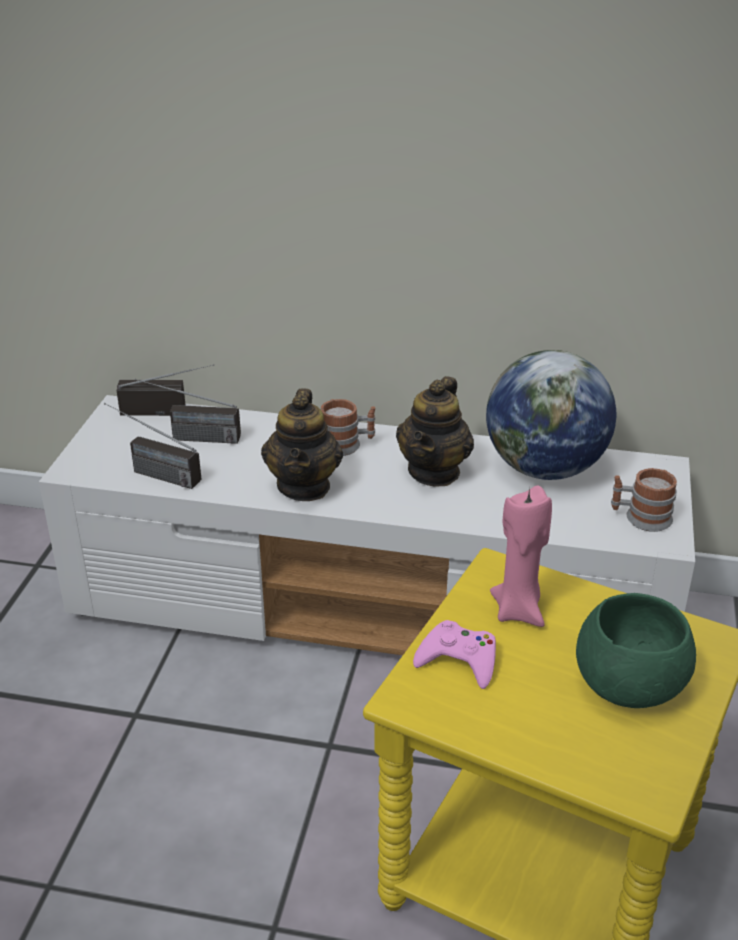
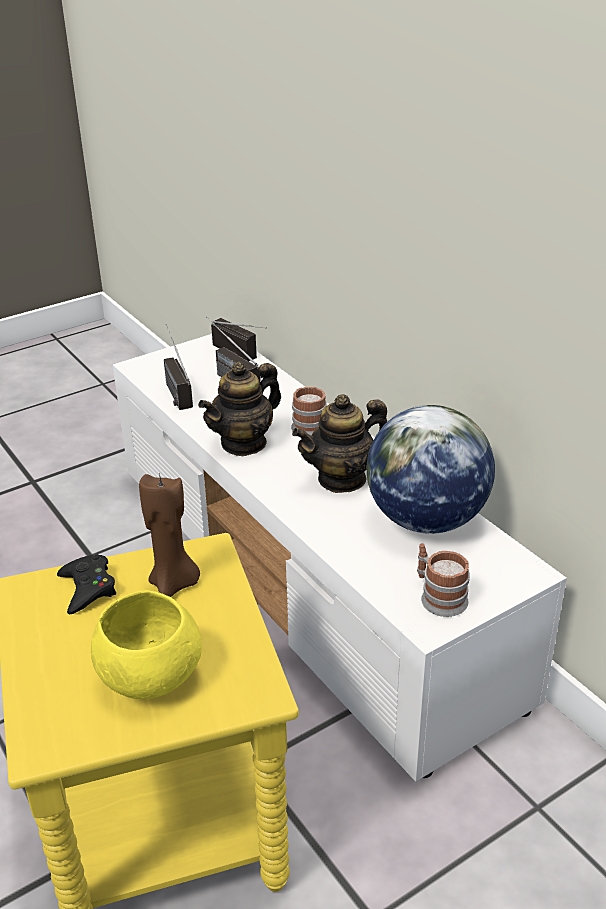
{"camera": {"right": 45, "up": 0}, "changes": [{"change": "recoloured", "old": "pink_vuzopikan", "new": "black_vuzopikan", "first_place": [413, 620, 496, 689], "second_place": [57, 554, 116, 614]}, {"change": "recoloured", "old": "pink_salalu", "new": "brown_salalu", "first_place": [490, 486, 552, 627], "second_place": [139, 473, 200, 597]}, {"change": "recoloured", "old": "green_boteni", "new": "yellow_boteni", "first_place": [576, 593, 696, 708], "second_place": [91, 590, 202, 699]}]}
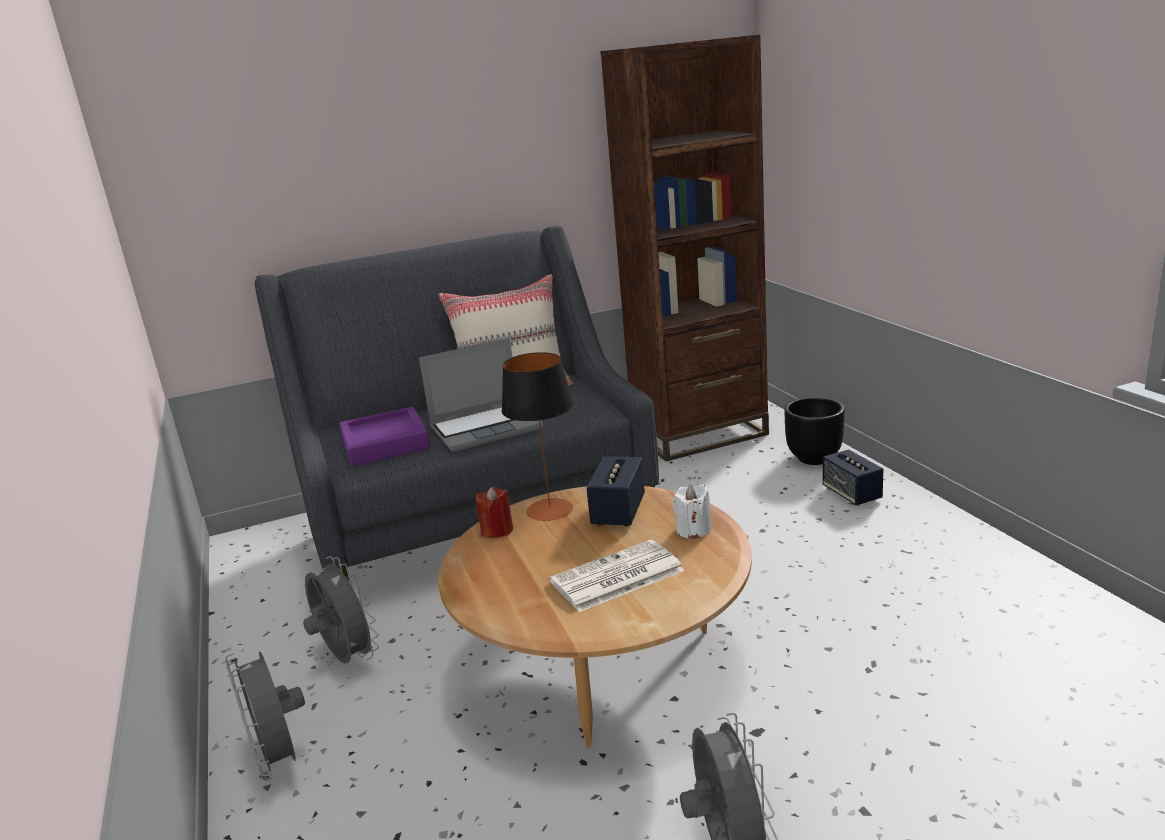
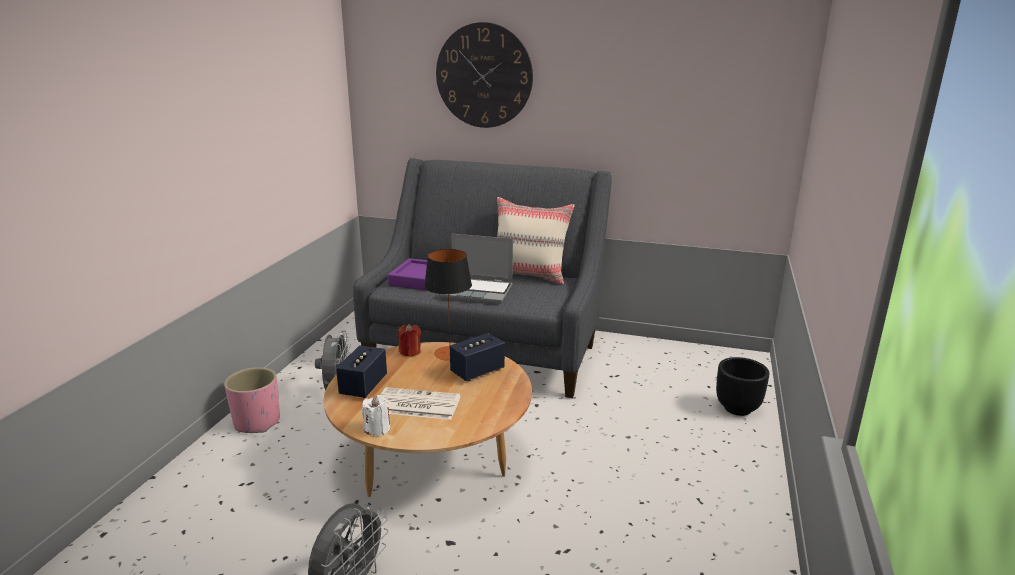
{"camera": {"right": 35, "up": 0}, "changes": [{"change": "replaced", "old": "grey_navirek", "new": "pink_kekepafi", "first_place": [225, 652, 305, 781], "second_place": [224, 367, 280, 433]}, {"change": "removed", "old": "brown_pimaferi", "first_place": [600, 35, 769, 462]}, {"change": "moved", "old": "white_salalu", "first_place": [673, 484, 712, 539], "second_place": [362, 395, 390, 436]}, {"change": "moved", "old": "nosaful", "first_place": [823, 449, 883, 506], "second_place": [336, 345, 387, 398]}, {"change": "added", "new": "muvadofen", "second_place": [436, 22, 533, 128]}]}
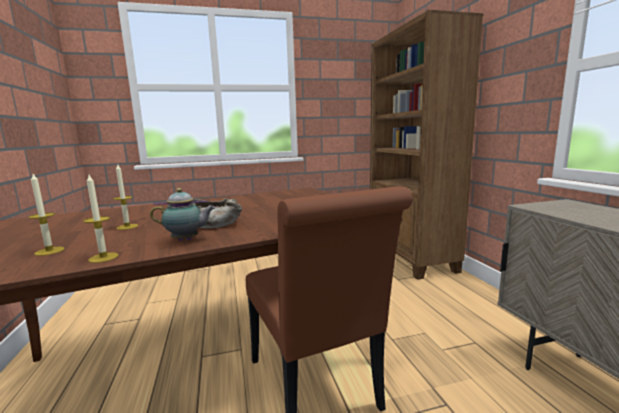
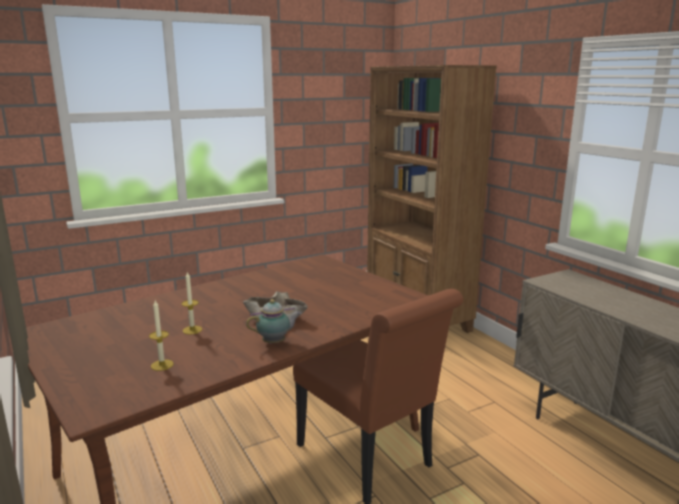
{"camera": {"right": -15, "up": 5}, "changes": [{"change": "removed", "old": "salalu", "first_place": [83, 173, 119, 263]}]}
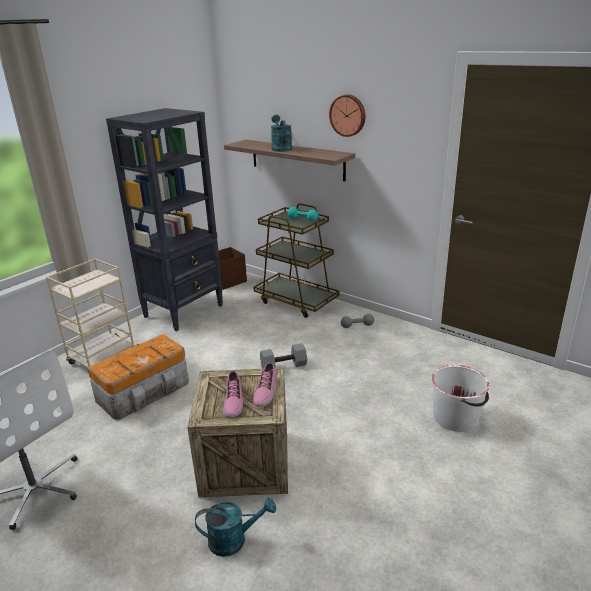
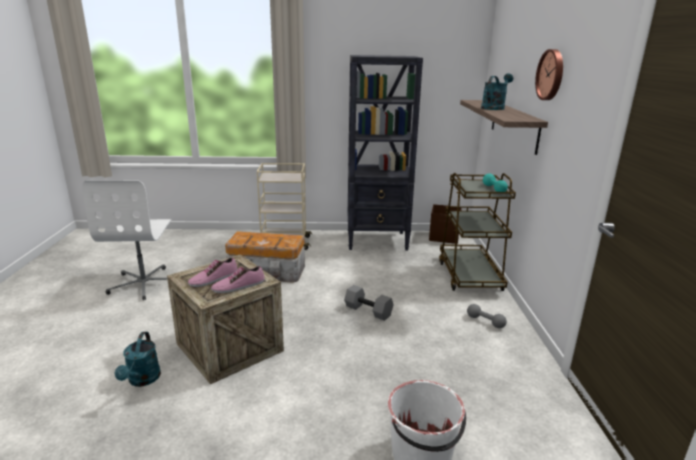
{"camera": {"right": 50, "up": -5}, "changes": [{"change": "turned", "old": "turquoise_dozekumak", "first_place": [195, 498, 276, 557], "second_place": [115, 332, 161, 387], "degrees": 45}]}
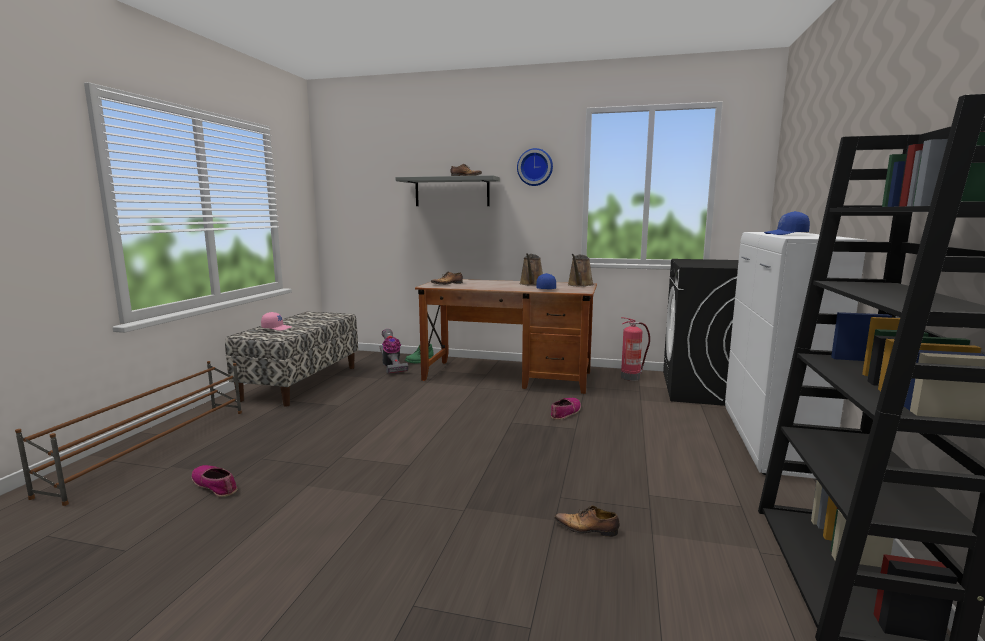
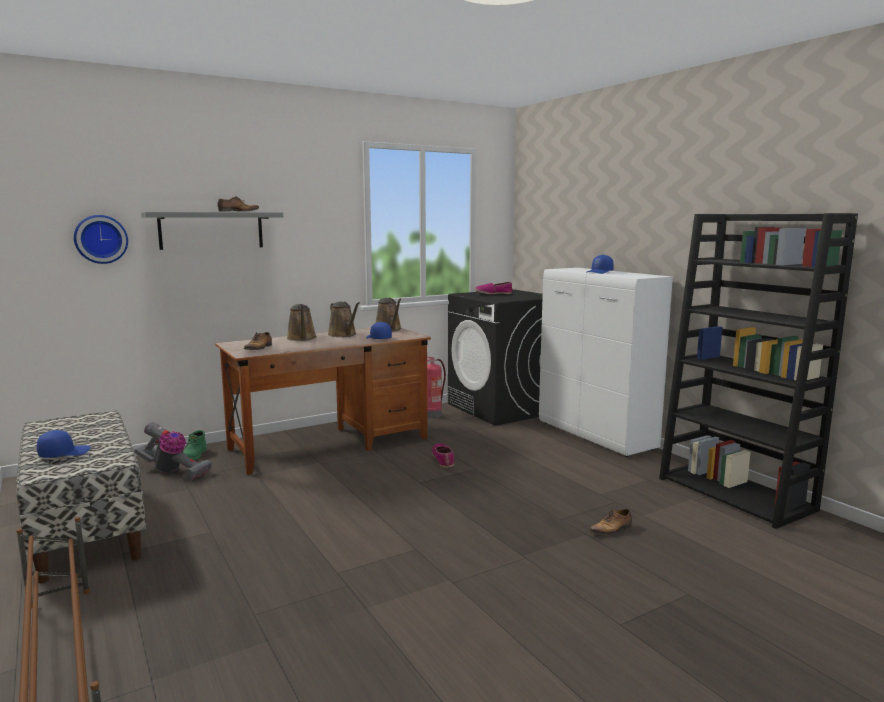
{"camera": {"right": -45, "up": 0}, "changes": [{"change": "moved", "old": "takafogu", "first_place": [191, 465, 237, 497], "second_place": [474, 282, 512, 294]}, {"change": "recoloured", "old": "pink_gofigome", "new": "blue_gofigome", "first_place": [261, 312, 292, 331], "second_place": [37, 430, 91, 458]}, {"change": "moved", "old": "muvadofen", "first_place": [517, 148, 553, 186], "second_place": [74, 215, 128, 264]}, {"change": "added", "new": "brown_dozekumak", "second_place": [287, 304, 317, 341]}]}
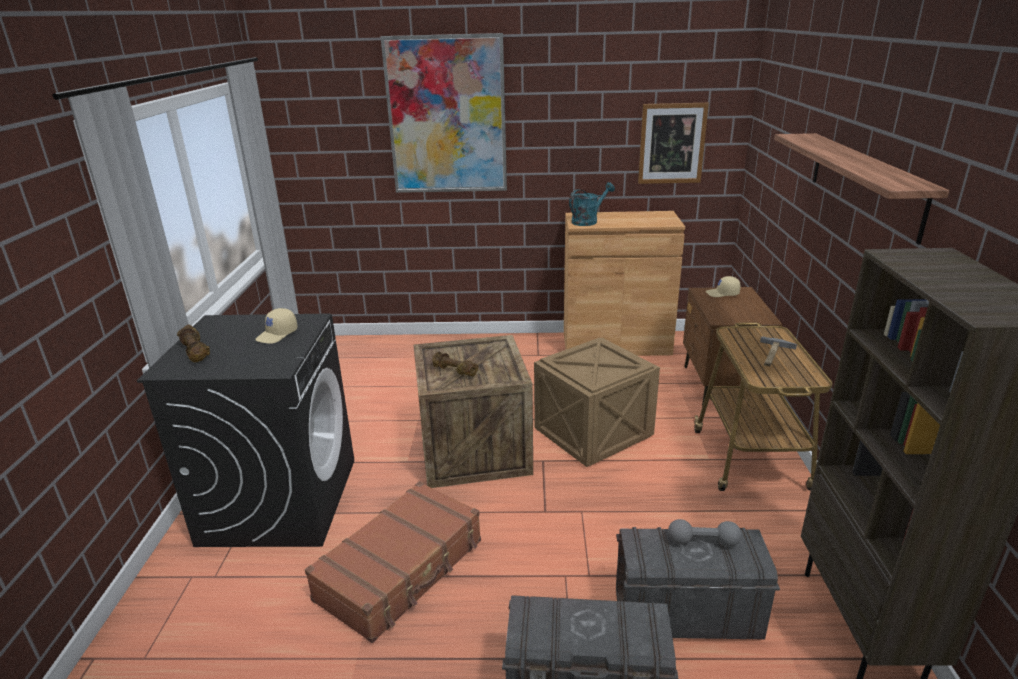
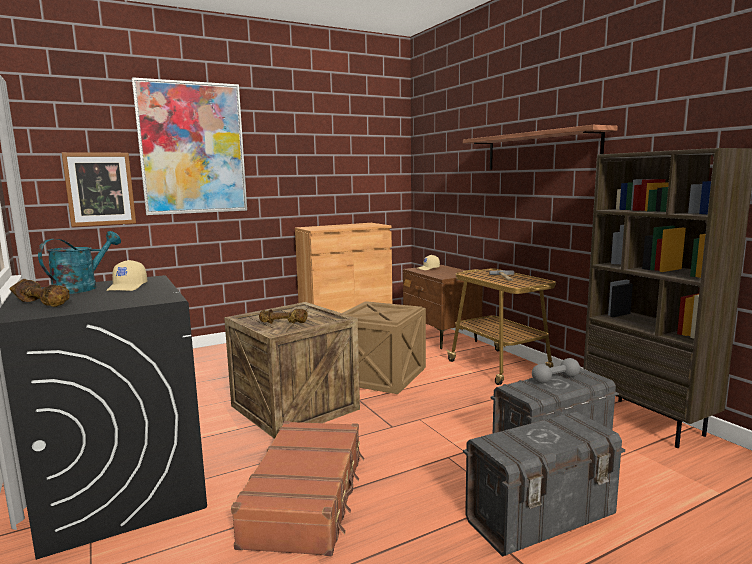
{"camera": {"right": -30, "up": -15}, "changes": [{"change": "moved", "old": "turquoise_dozekumak", "first_place": [569, 182, 615, 226], "second_place": [38, 231, 121, 294]}, {"change": "moved", "old": "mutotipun", "first_place": [638, 103, 709, 184], "second_place": [62, 152, 136, 227]}]}
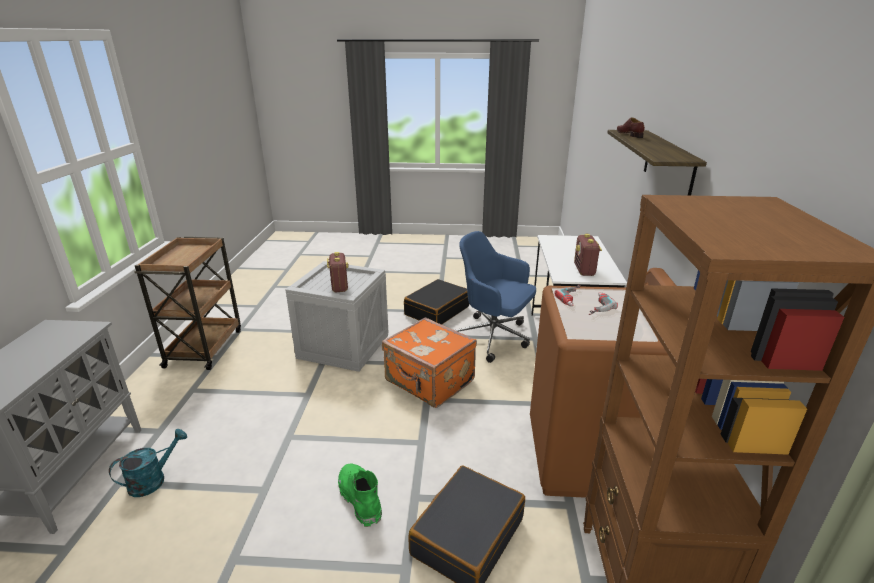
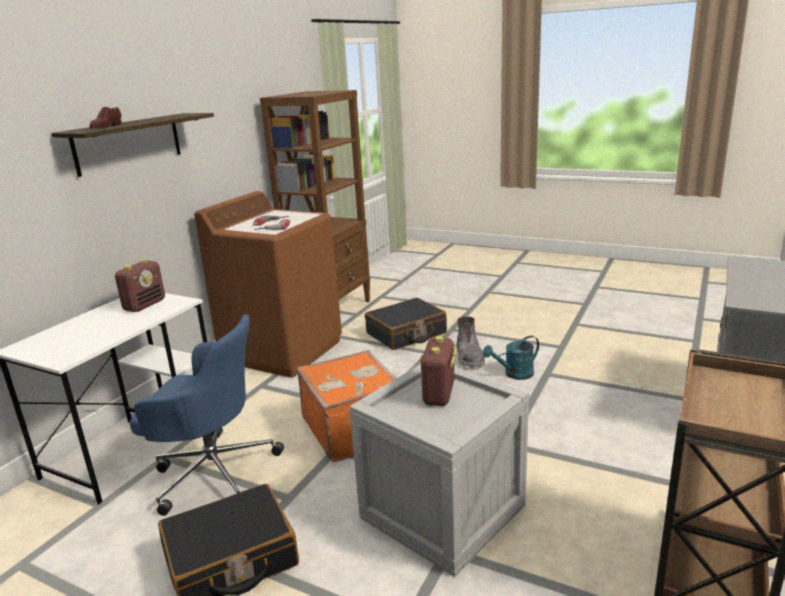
{"camera": {"right": -155, "up": -5}, "changes": [{"change": "moved", "old": "turquoise_dozekumak", "first_place": [109, 429, 187, 497], "second_place": [483, 336, 539, 380]}, {"change": "recoloured", "old": "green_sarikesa", "new": "grey_sarikesa", "first_place": [338, 464, 382, 527], "second_place": [457, 316, 485, 369]}, {"change": "turned", "old": "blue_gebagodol", "first_place": [455, 231, 536, 363], "second_place": [130, 314, 284, 516], "degrees": -45}]}
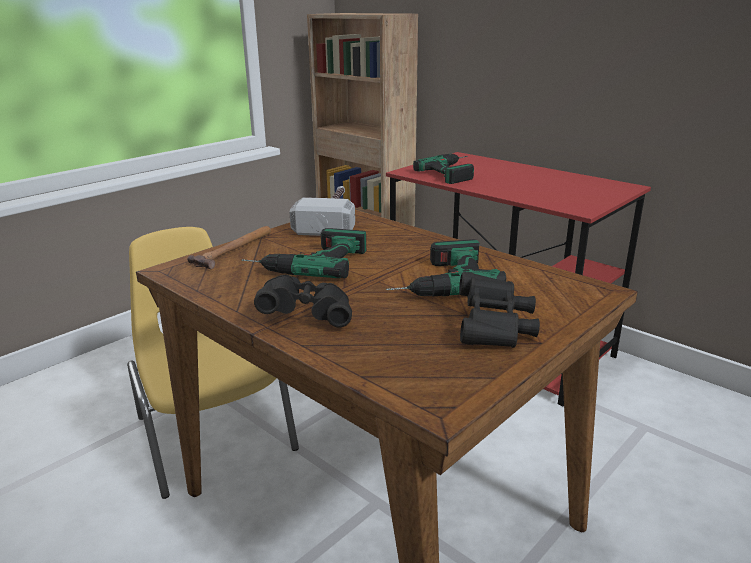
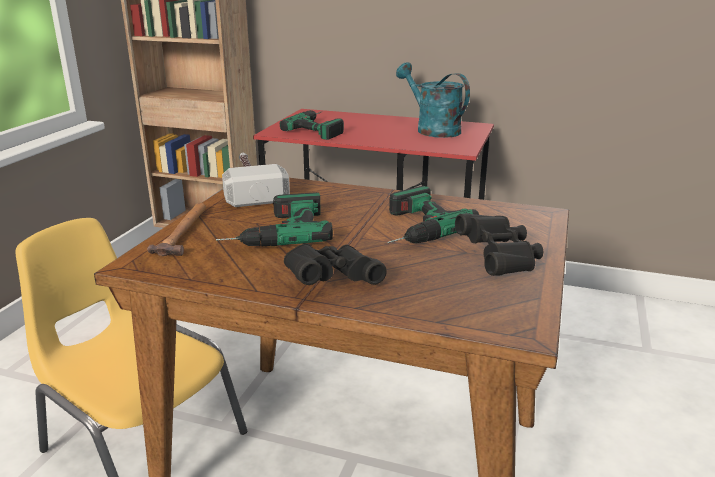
{"camera": {"right": -25, "up": 0}, "changes": [{"change": "added", "new": "turquoise_dozekumak", "second_place": [396, 62, 470, 138]}]}
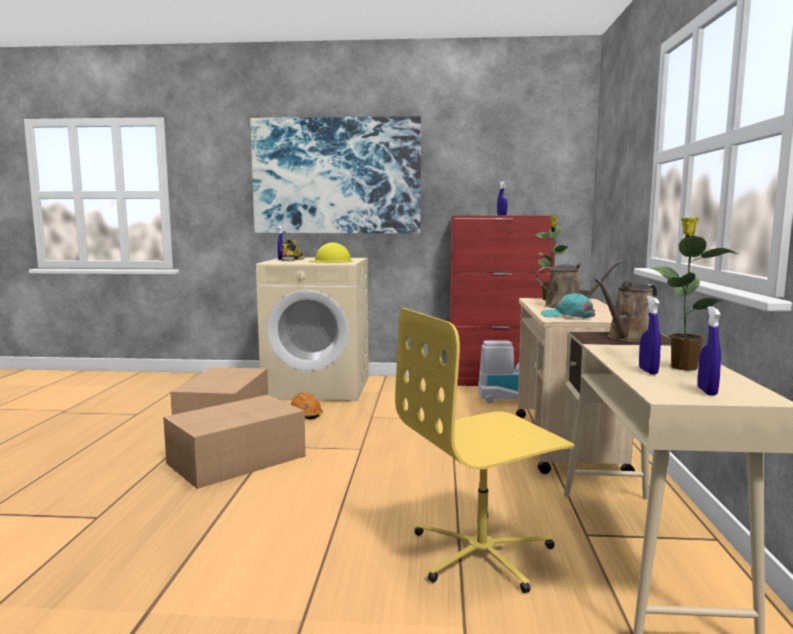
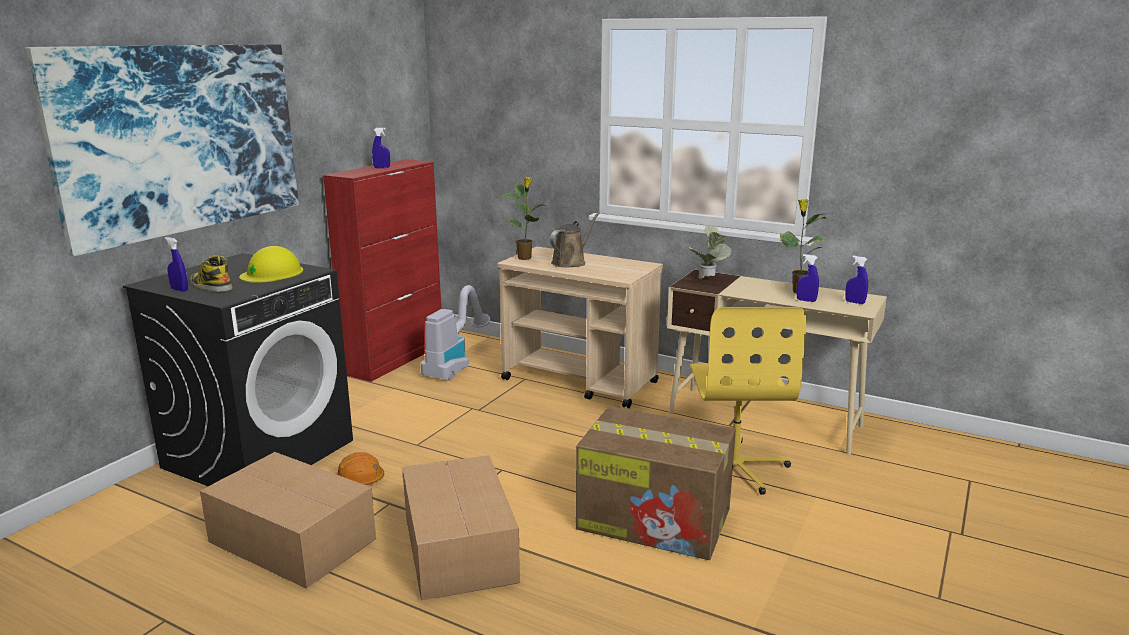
{"camera": {"right": -65, "up": 10}, "changes": [{"change": "recoloured", "old": "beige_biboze", "new": "black_biboze", "first_place": [256, 257, 369, 401], "second_place": [123, 253, 353, 486]}, {"change": "removed", "old": "turquoise_gofigome", "first_place": [541, 293, 595, 319]}, {"change": "replaced", "old": "brown_dozekumak", "new": "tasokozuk", "first_place": [595, 279, 658, 342], "second_place": [688, 225, 732, 279]}, {"change": "added", "new": "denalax", "second_place": [576, 406, 736, 560]}]}
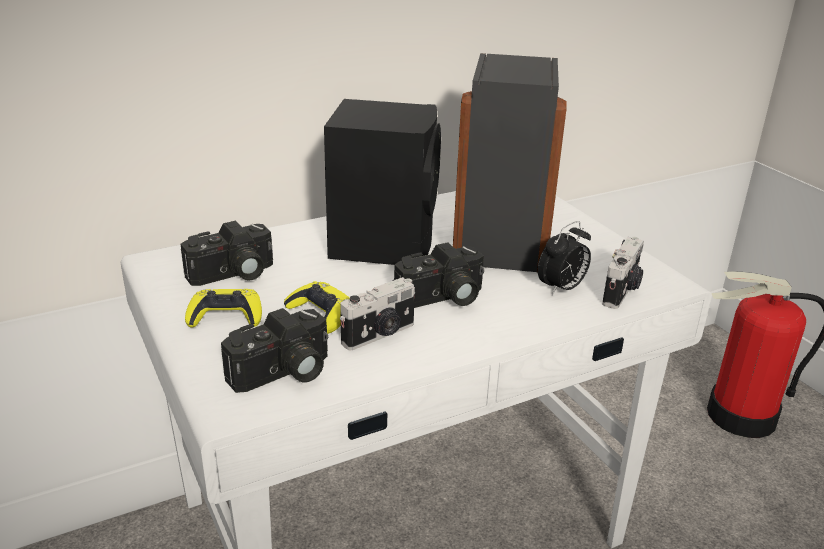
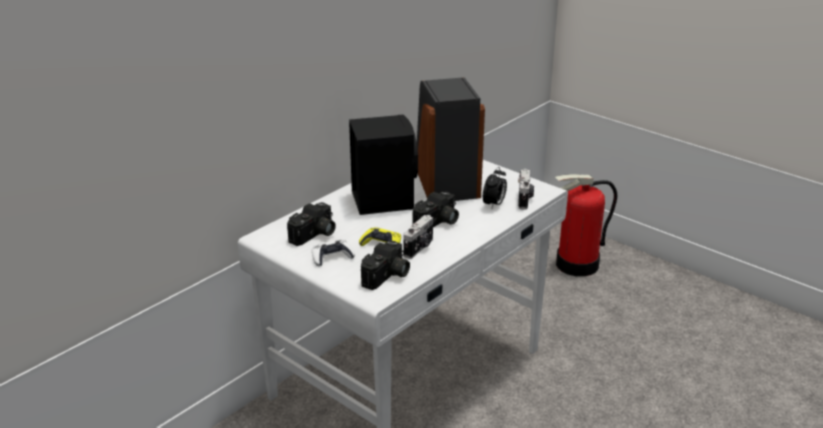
{"camera": {"right": -20, "up": 0}, "changes": [{"change": "recoloured", "old": "yellow_vuzopikan", "new": "white_vuzopikan", "first_place": [185, 289, 262, 328], "second_place": [312, 239, 355, 267]}]}
